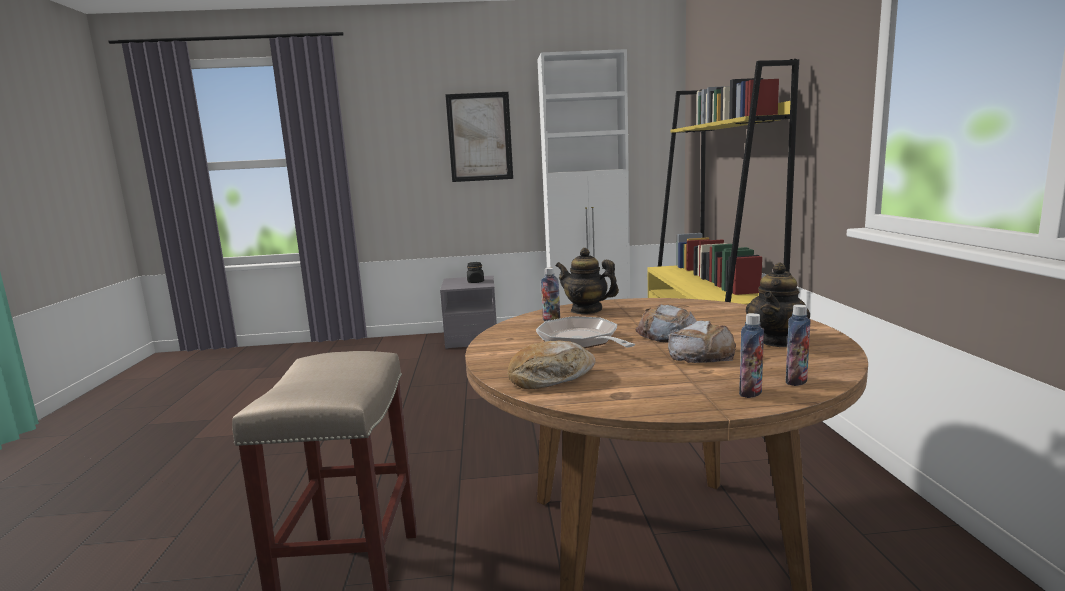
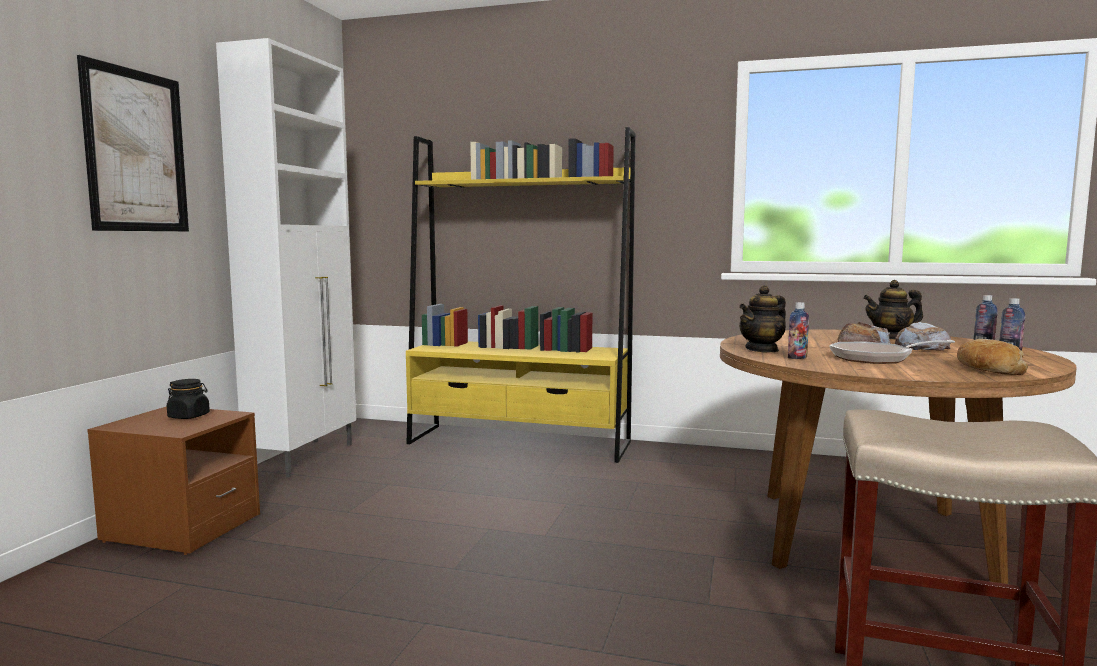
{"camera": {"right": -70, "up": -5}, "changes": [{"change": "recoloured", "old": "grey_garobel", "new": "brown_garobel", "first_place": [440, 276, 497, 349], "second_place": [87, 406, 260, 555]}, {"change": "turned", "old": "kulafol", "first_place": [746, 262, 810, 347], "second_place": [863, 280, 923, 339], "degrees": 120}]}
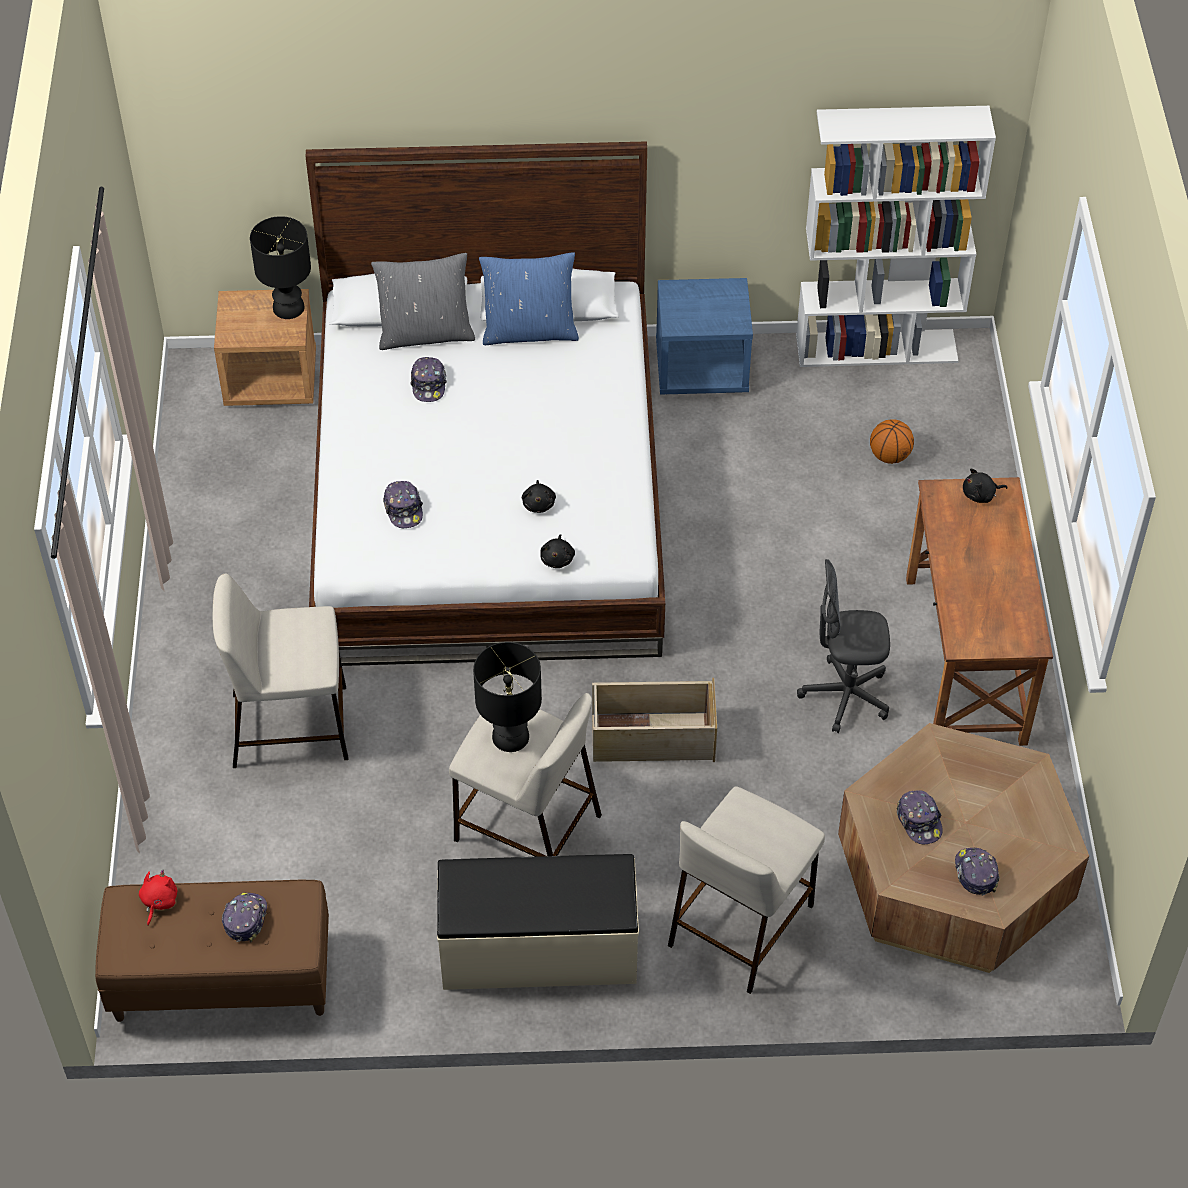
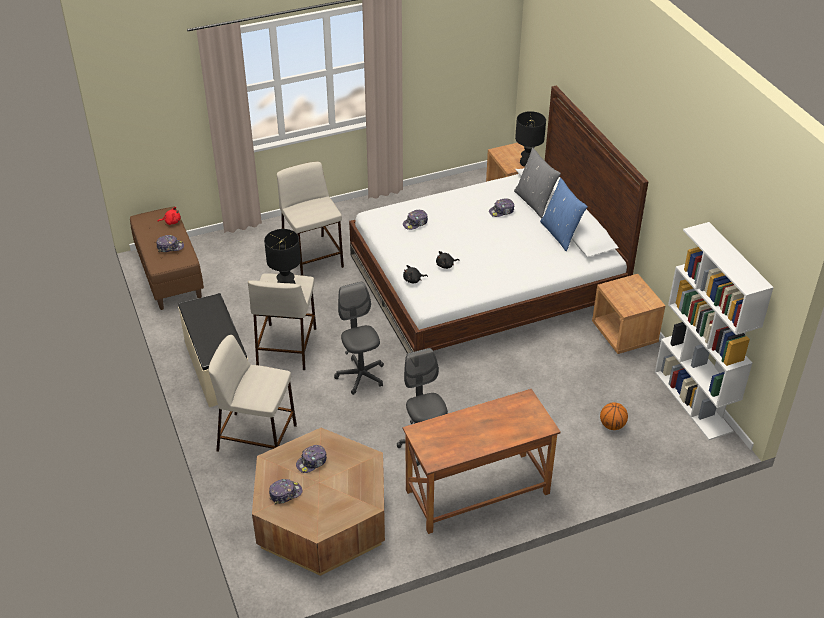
{"camera": {"right": 70, "up": -10}, "changes": [{"change": "replaced", "old": "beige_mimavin", "new": "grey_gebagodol", "first_place": [592, 678, 717, 762], "second_place": [334, 282, 384, 395]}, {"change": "recoloured", "old": "blue_garobel", "new": "brown_garobel", "first_place": [656, 278, 753, 394], "second_place": [592, 274, 665, 354]}, {"change": "removed", "old": "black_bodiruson", "first_place": [963, 468, 1008, 503]}]}
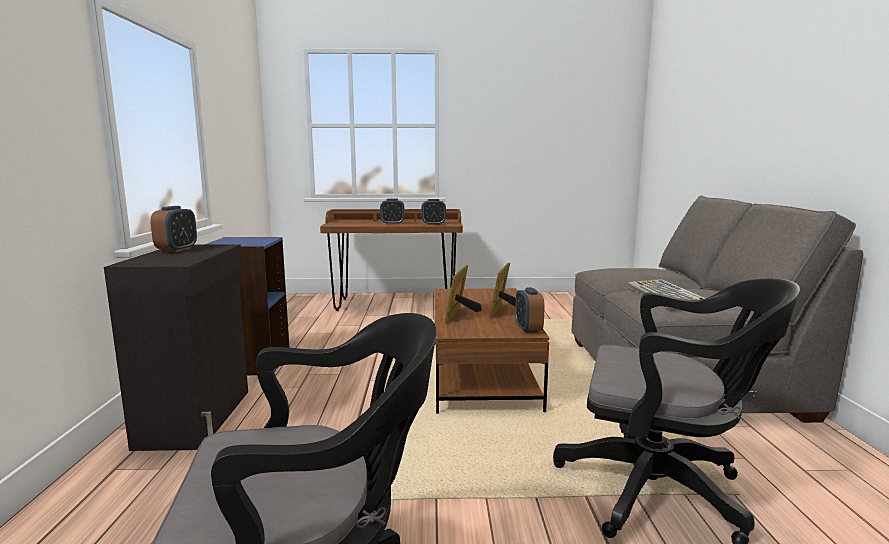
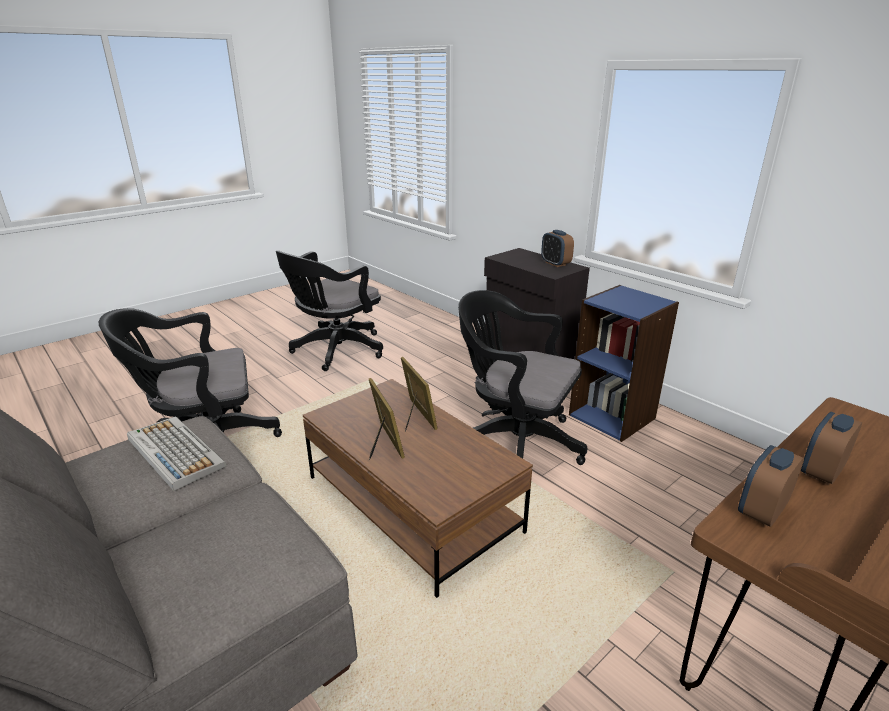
{"camera": {"right": 140, "up": 15}, "changes": [{"change": "removed", "old": "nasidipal", "first_place": [515, 287, 545, 333]}, {"change": "added", "new": "black_gebagodol", "second_place": [458, 290, 587, 465]}]}
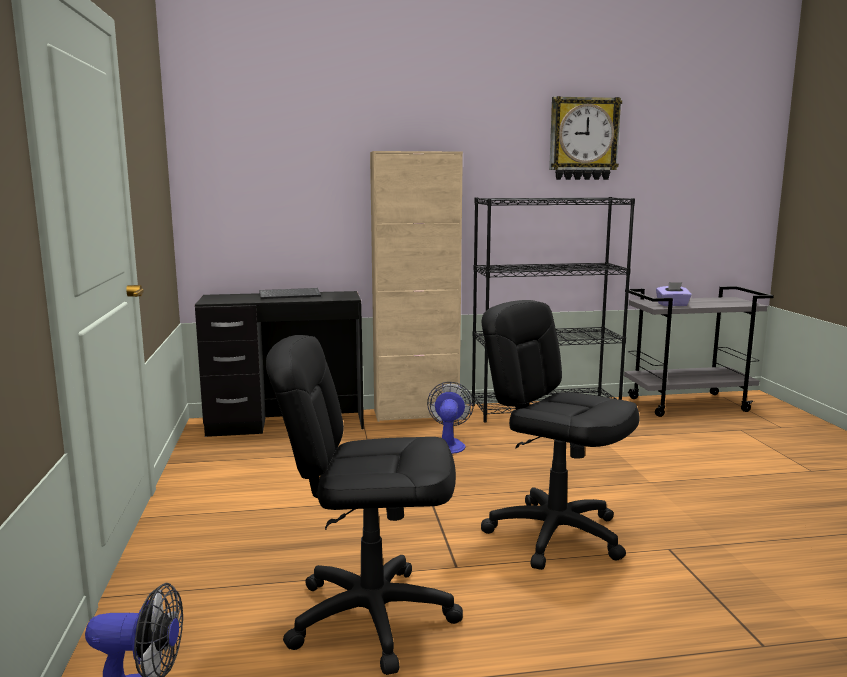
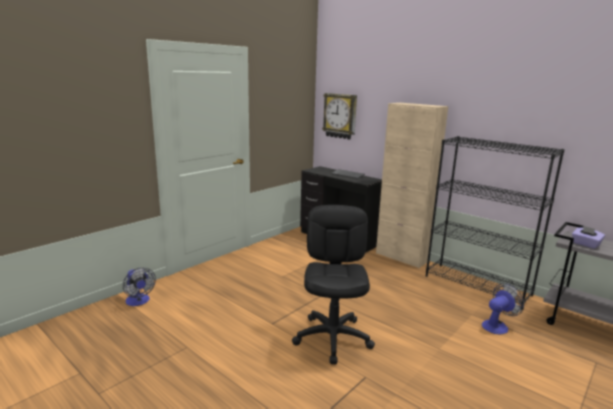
{"camera": {"right": 50, "up": 5}, "changes": [{"change": "removed", "old": "black_gebagodol", "first_place": [266, 335, 463, 675]}, {"change": "moved", "old": "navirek", "first_place": [427, 382, 474, 454], "second_place": [482, 283, 524, 334]}, {"change": "moved", "old": "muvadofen", "first_place": [549, 96, 622, 180], "second_place": [322, 93, 357, 140]}]}
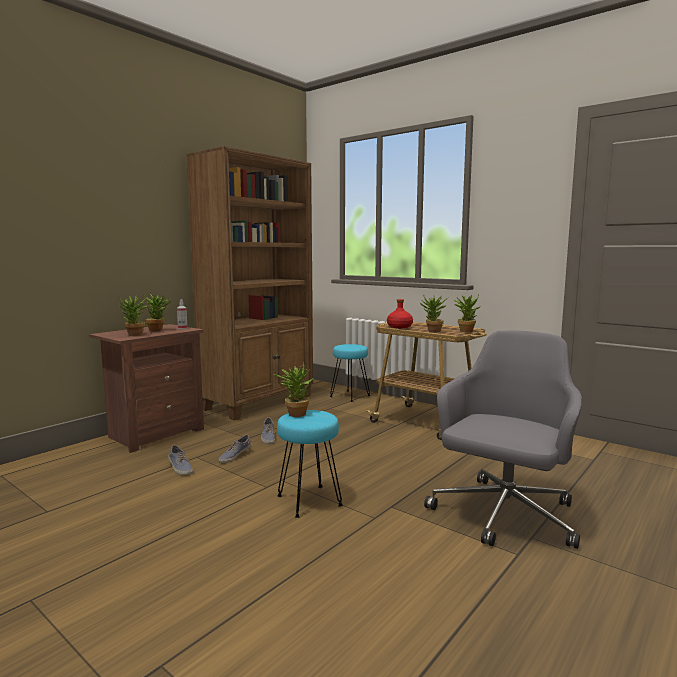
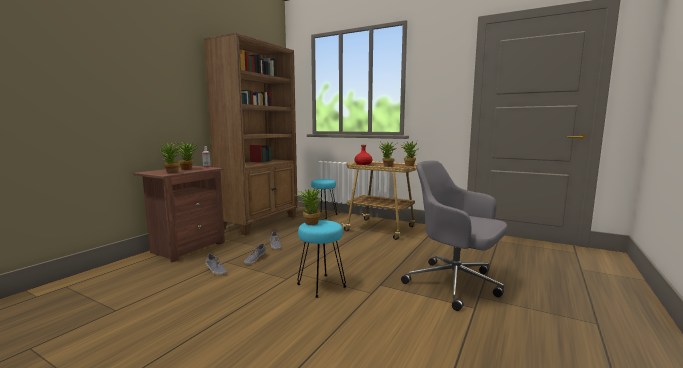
{"camera": {"right": -10, "up": 0}, "changes": [{"change": "turned", "old": "grey_gebagodol", "first_place": [424, 330, 582, 549], "second_place": [401, 160, 508, 311], "degrees": -75}]}
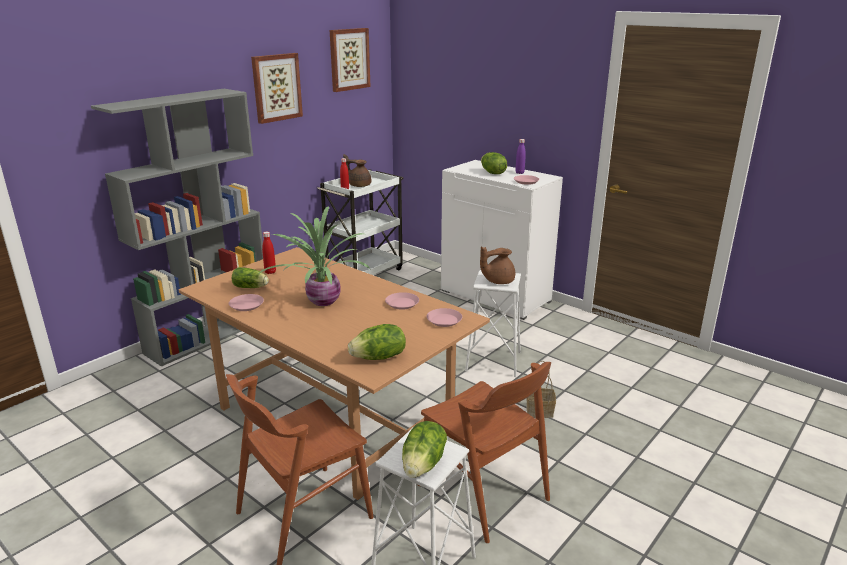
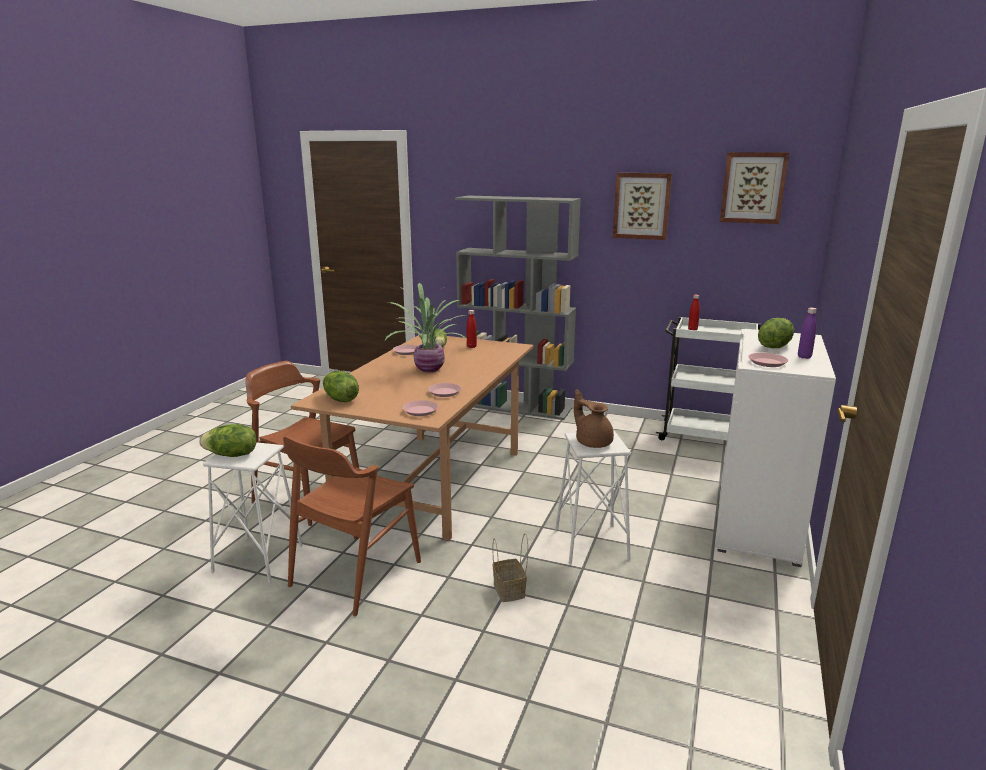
{"camera": {"right": 70, "up": -5}, "changes": [{"change": "removed", "old": "brown_kulafol", "first_place": [343, 154, 371, 187]}]}
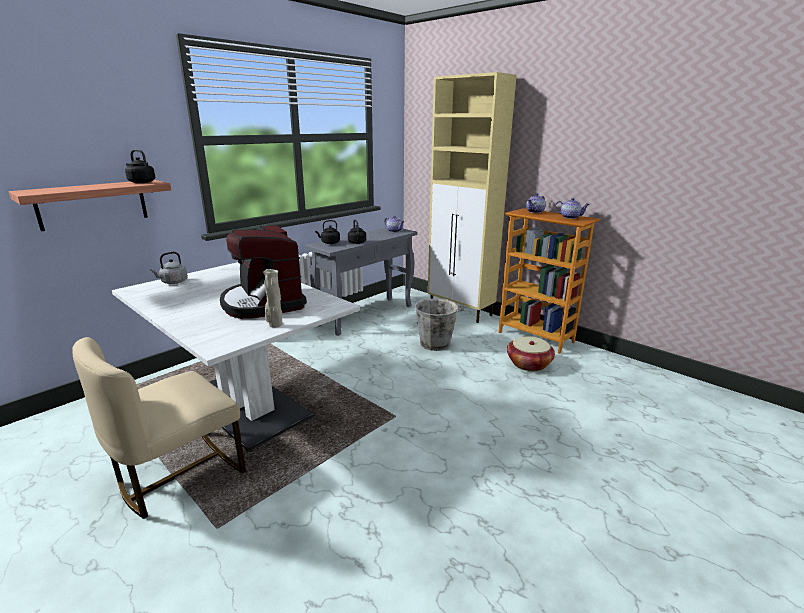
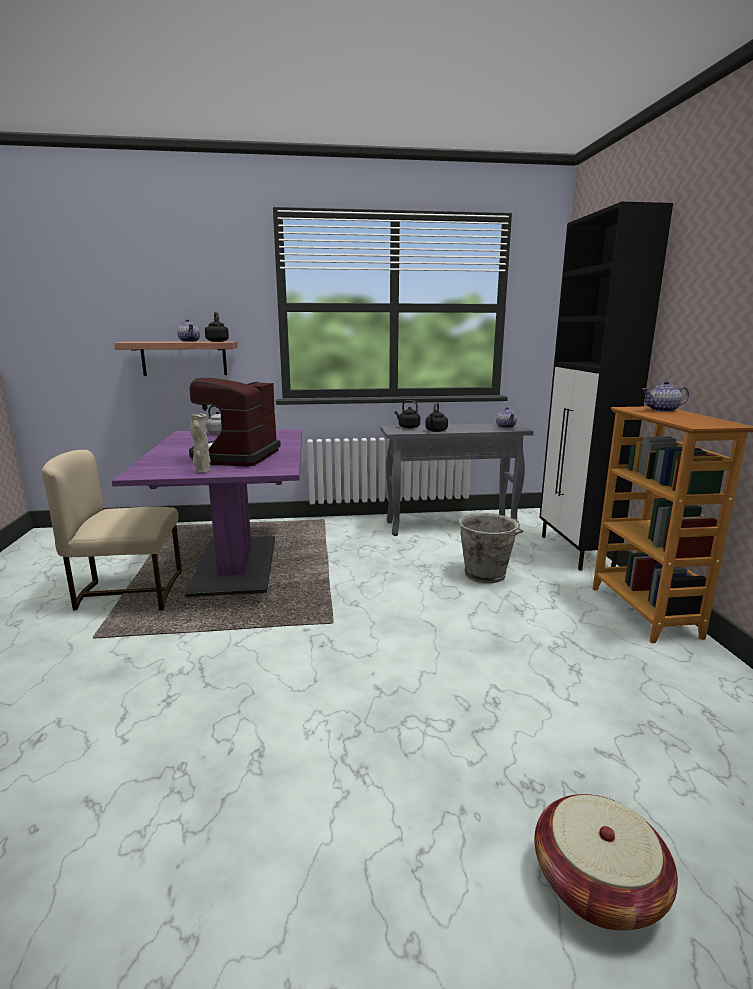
{"camera": {"right": 40, "up": -5}, "changes": [{"change": "recoloured", "old": "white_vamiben", "new": "purple_vamiben", "first_place": [112, 262, 360, 451], "second_place": [112, 429, 302, 597]}, {"change": "recoloured", "old": "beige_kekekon", "new": "black_kekekon", "first_place": [428, 72, 517, 323], "second_place": [539, 202, 673, 571]}, {"change": "moved", "old": "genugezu", "first_place": [507, 336, 555, 371], "second_place": [534, 794, 678, 930]}, {"change": "moved", "old": "kulafol", "first_place": [554, 198, 590, 219], "second_place": [177, 319, 200, 342]}]}
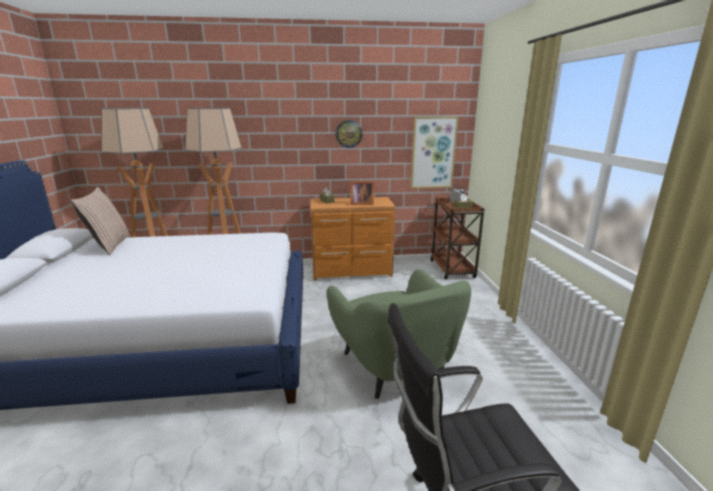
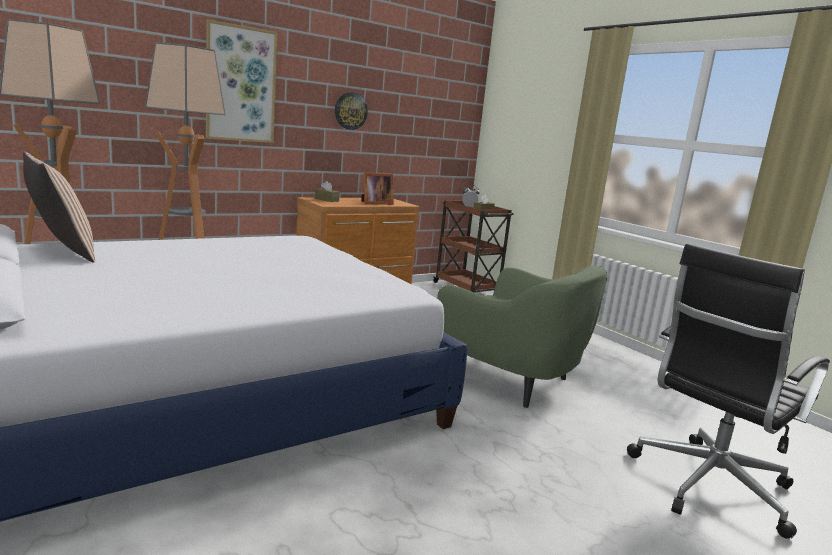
{"camera": {"right": -30, "up": -5}, "changes": [{"change": "moved", "old": "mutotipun", "first_place": [411, 117, 459, 188], "second_place": [206, 20, 277, 143]}]}
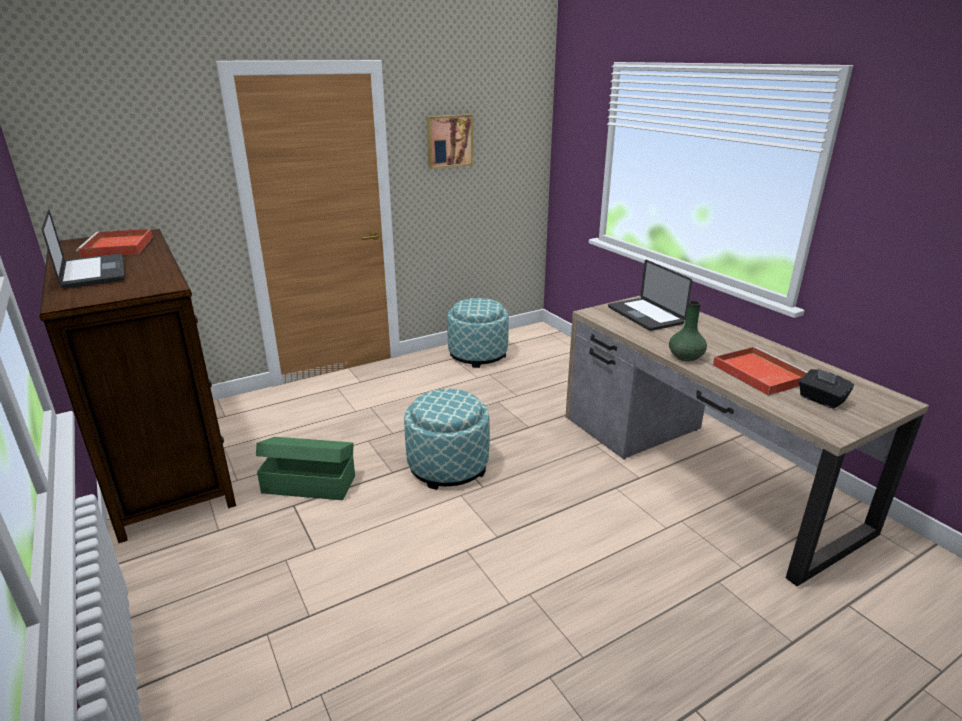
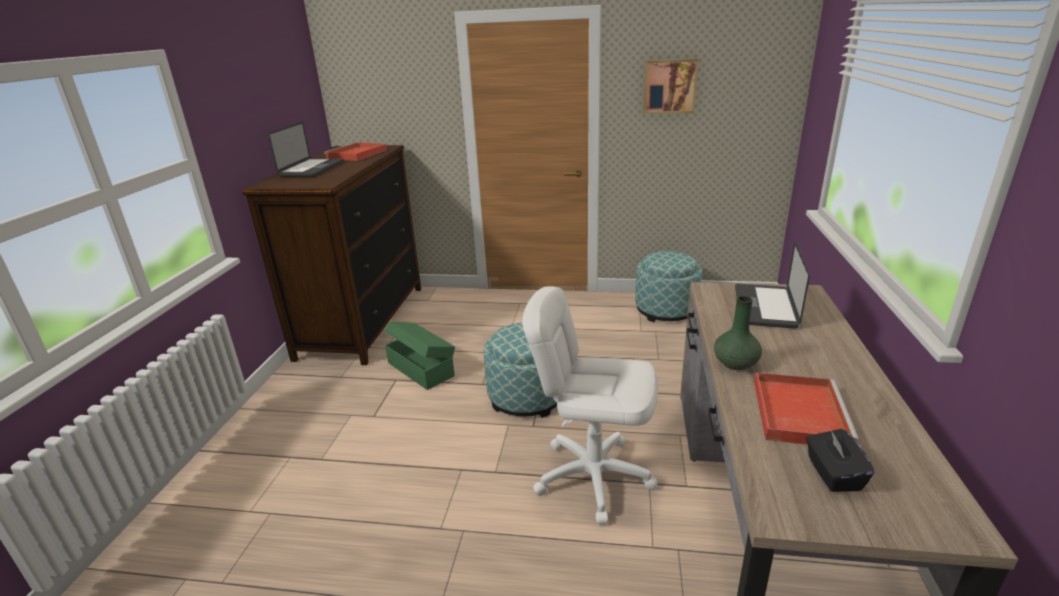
{"camera": {"right": 40, "up": 0}, "changes": [{"change": "added", "new": "white_gebagodol", "second_place": [522, 286, 658, 525]}]}
